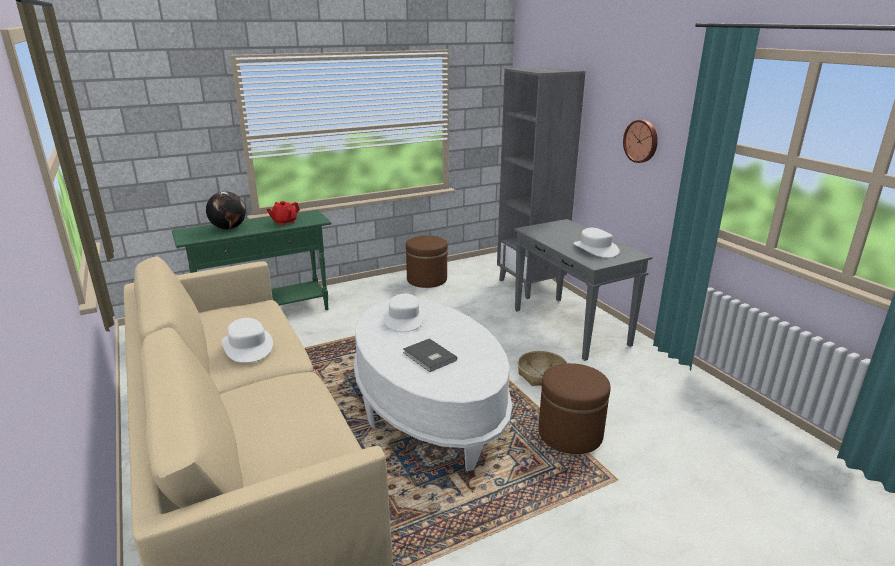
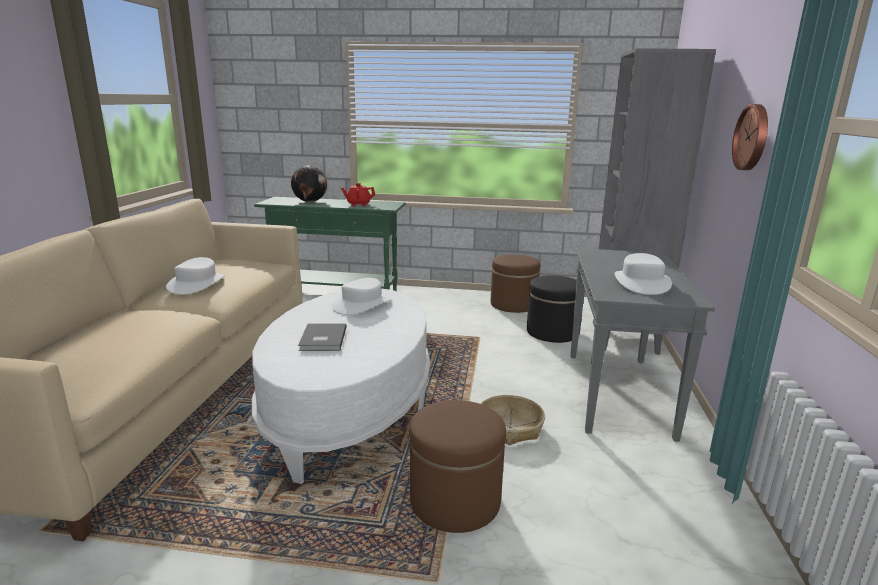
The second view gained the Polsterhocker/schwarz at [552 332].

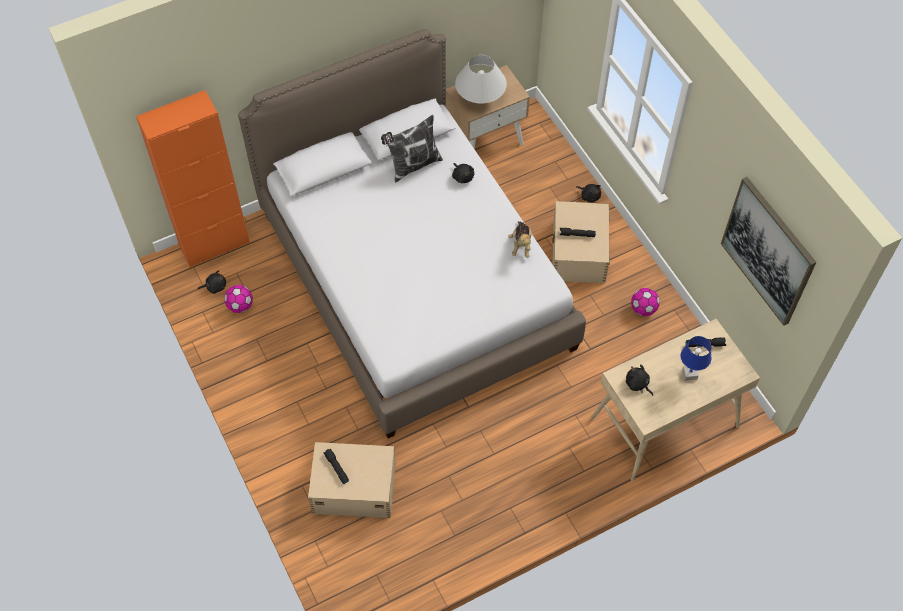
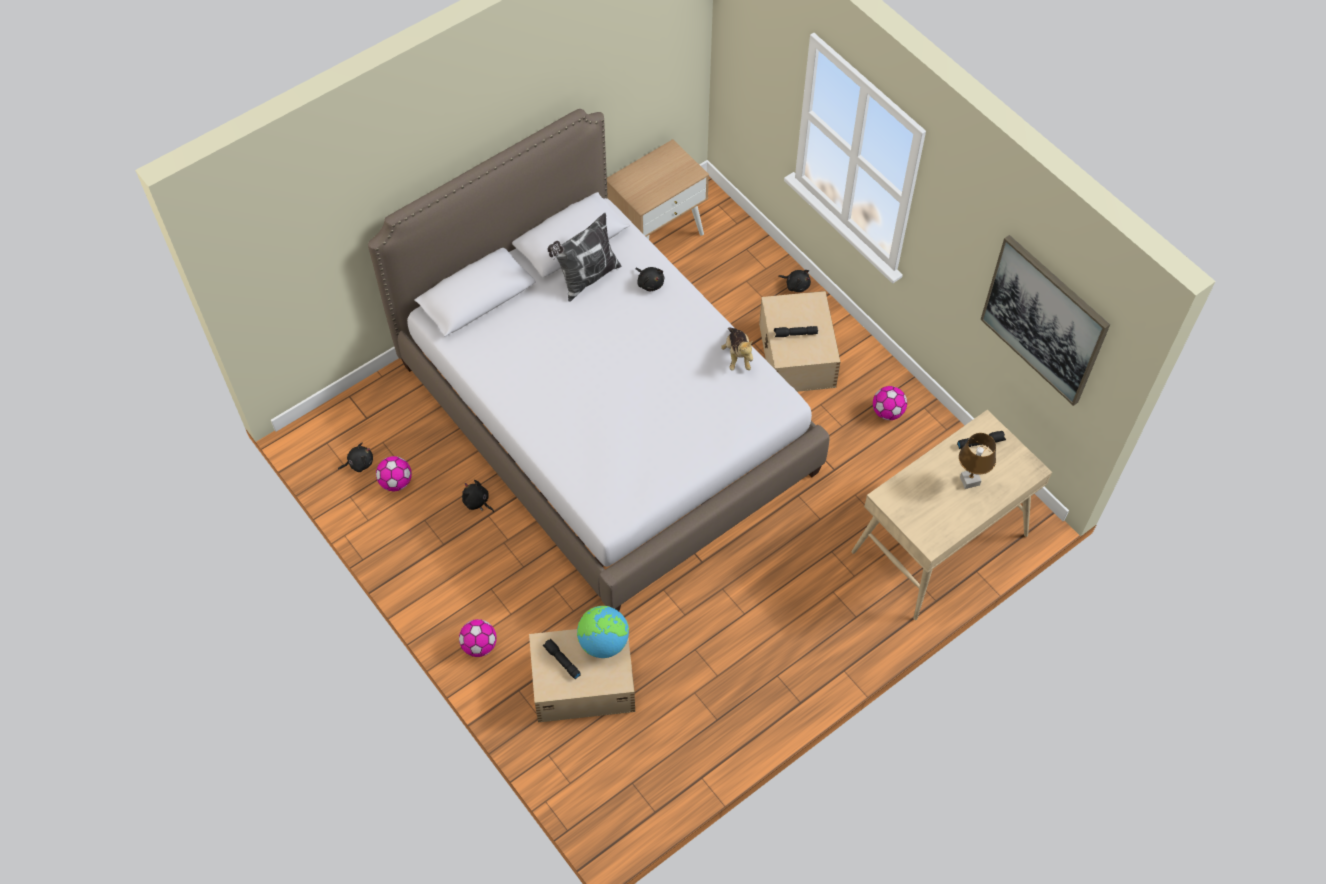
The second view lost the Schrank/orange at [214 244].
The second view lost the Tischlampe/weiß at [480 97].
The Plüschtier/schwarz ended up elsewhere, having gone from [637 384] to [477 502].
What was the Tischlampe/blau at [689 375] turned into the Tischlampe/braun at [969 481].
The second view gained the Fußball at [479 645].
The second view gained the Globus at [603 642].

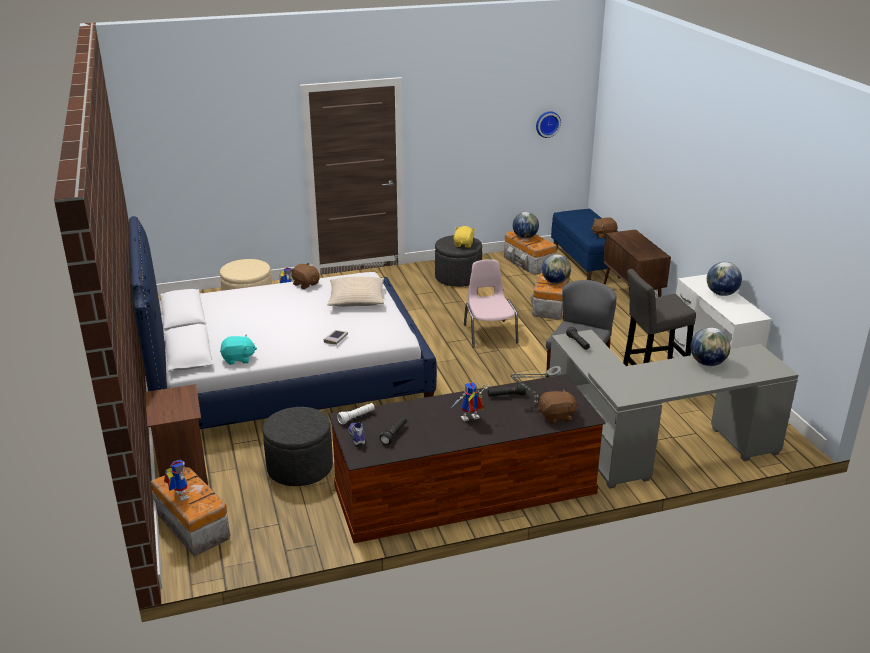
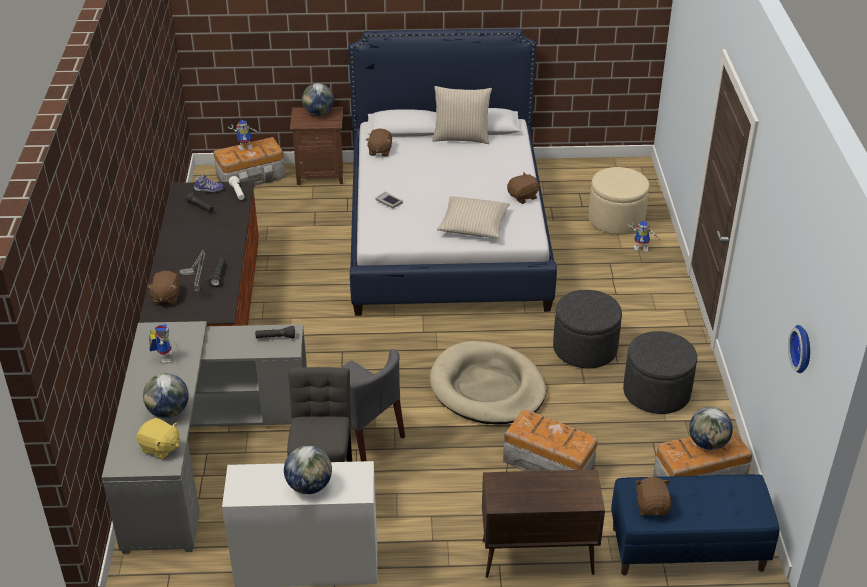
What was the Plüschtier/türkis at [238 359] turned into the Plüschtier/braun at [379 151].
The Polsterhocker/grau ended up elsewhere, having gone from [300 467] to [585 349].
The Spielzeugroboter ended up elsewhere, having gone from [469 420] to [164 357].
The Plüschtier/gelb ended up elsewhere, having gone from [464 244] to [160 448].
Where the Stuhl/rosa stood at [489 333], the Hundebett/beige came to stand at [487 388].
The Globus ended up elsewhere, having gone from [555 282] to [318 113].
The second view gained the Kissen/beige at [461 137].

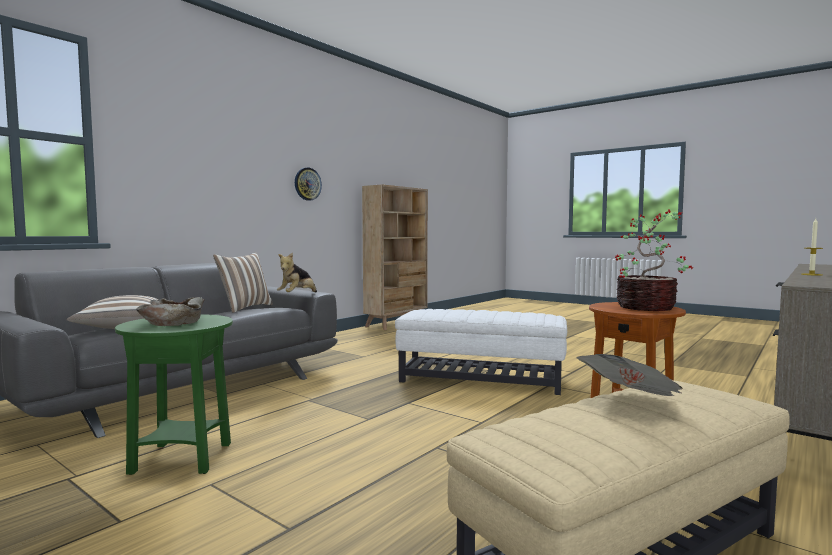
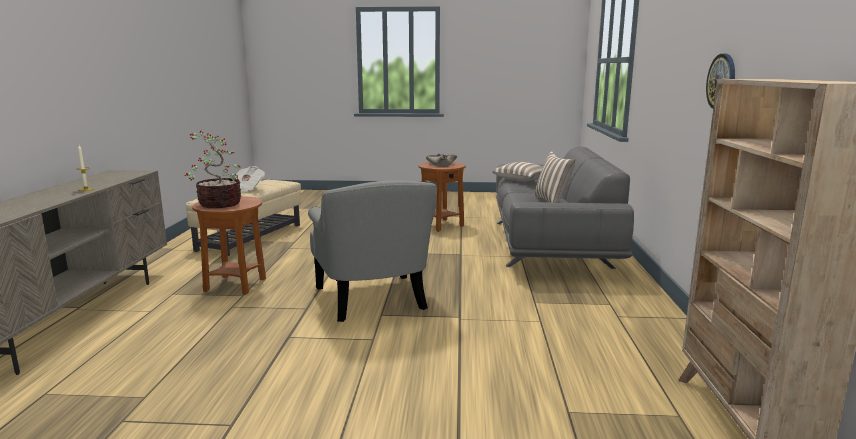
What was the Beistelltisch/grün at [181 459] turned into the Beistelltisch/braun at [441 225].
The second view lost the Plüschtier at [297 295].
Where the Polsterhocker/weiß stood at [480 380], the Sessel/grau came to stand at [373 298].

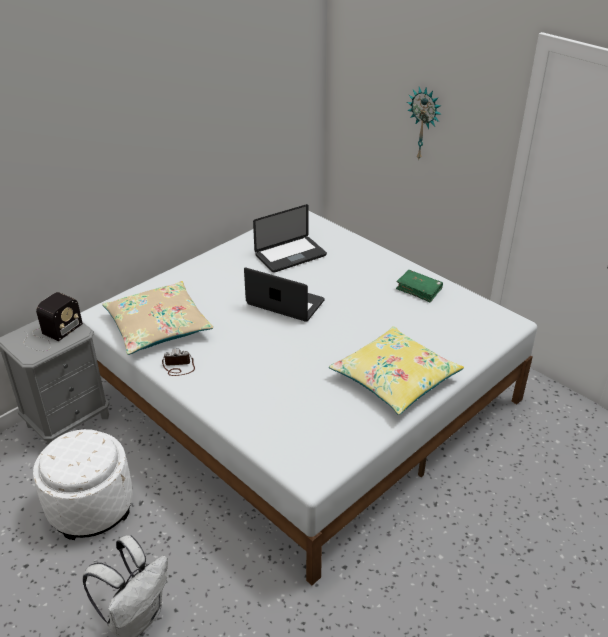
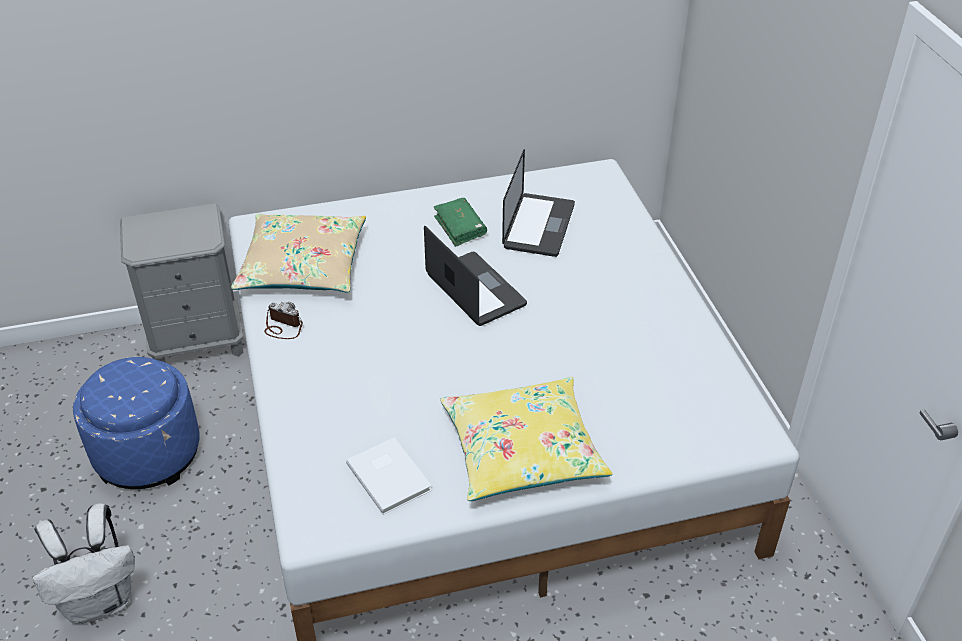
The second view lost the Radio at [51 334].
What was the Polsterhocker/weiß at [90 507] turned into the Polsterhocker/blau at [147 453].
The Laptop at [290 255] ended up facing another way, 75 degrees counterclockwise from before.
The Buch/grün ended up elsewhere, having gone from [419 290] to [460 227].
The second view lost the Wanduhr at [424 123].
The second view gained the Buch/weiß at [390 476].

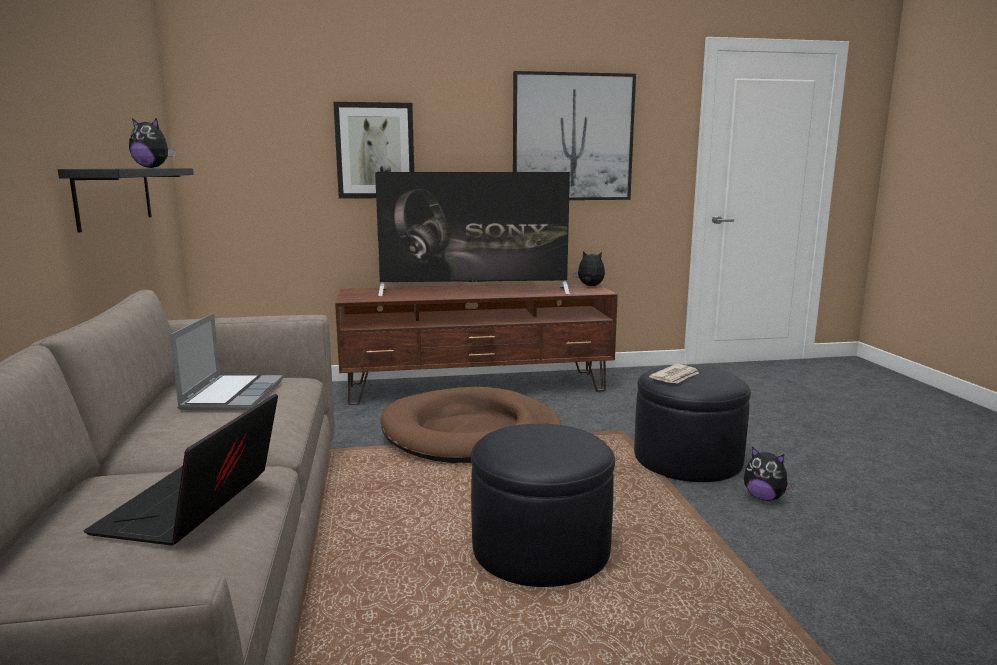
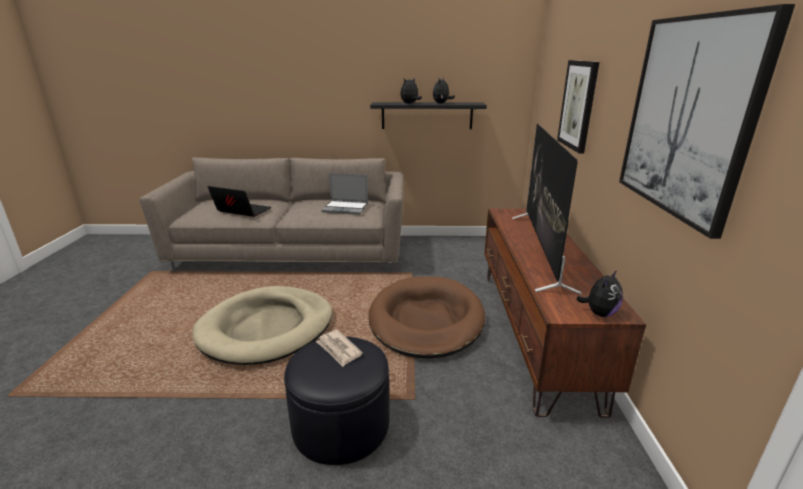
Where the Polsterhocker/schwarz stood at [540 547], the Hundebett/beige came to stand at [267 328].
The Plüschtier ended up elsewhere, having gone from [764 497] to [410 104].

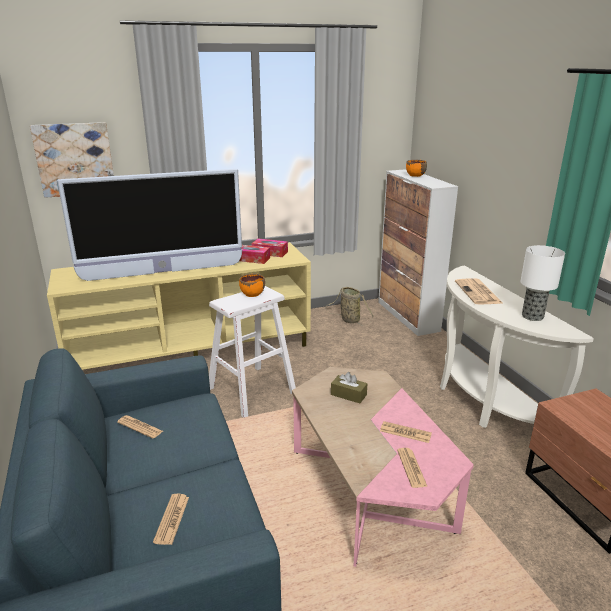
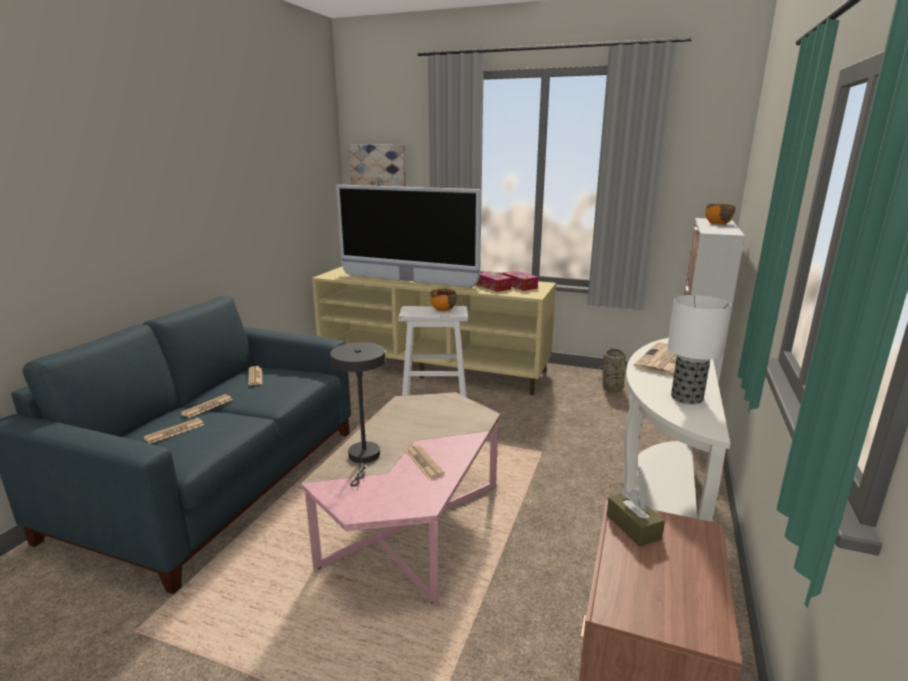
The Taschentuchbox/braun ended up elsewhere, having gone from [348 395] to [633 527].
The Zeitung ended up elsewhere, having gone from [411 468] to [207 406].
The second view gained the Tischlampe/grau at [364 458].

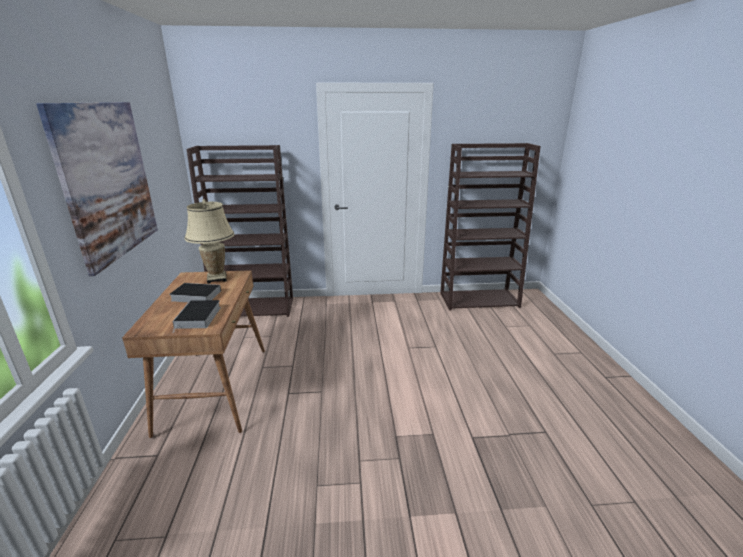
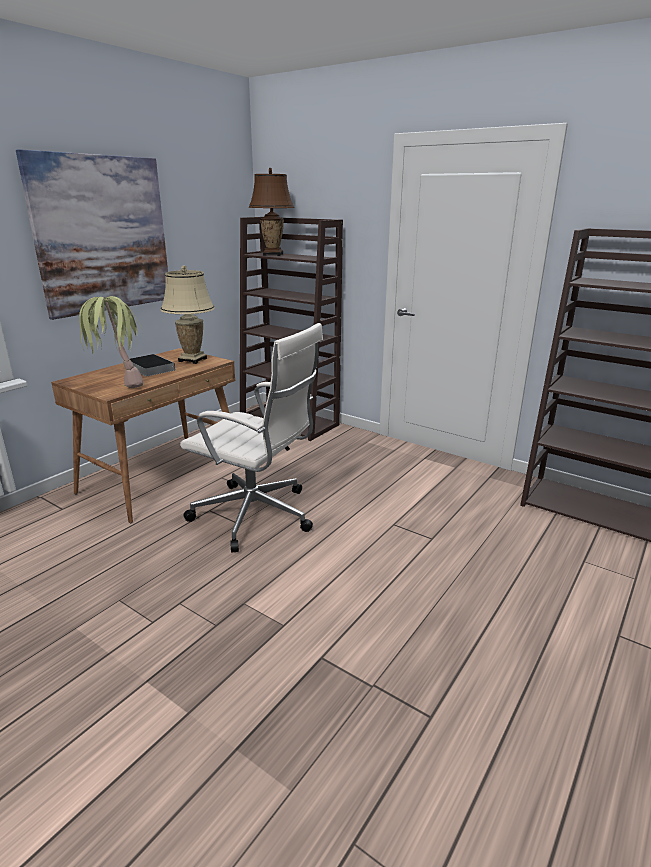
Where the Buch stood at [198 318], the Topfpflanze came to stand at [118 385].
The second view gained the Bürostuhl/weiß at [256 516].
The second view gained the Tischlampe/braun at [273 254].

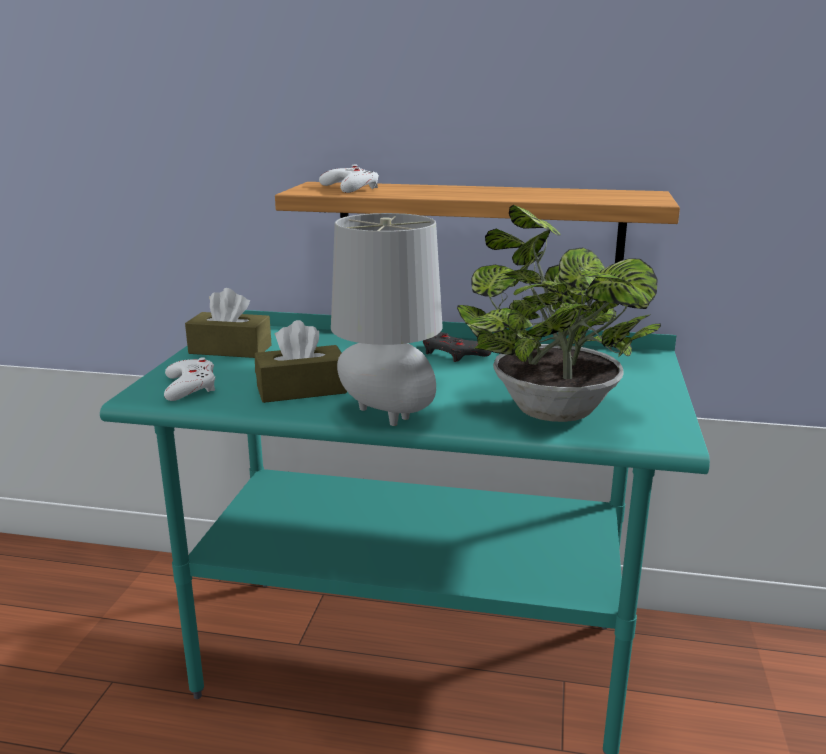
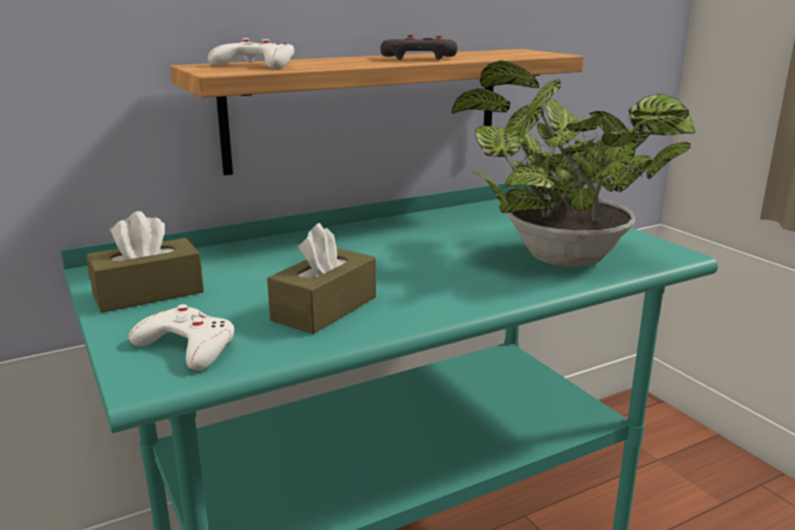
The second view lost the Tischlampe/grau at [388 416].
The Gamepad/grau ended up elsewhere, having gone from [453 353] to [419 58].

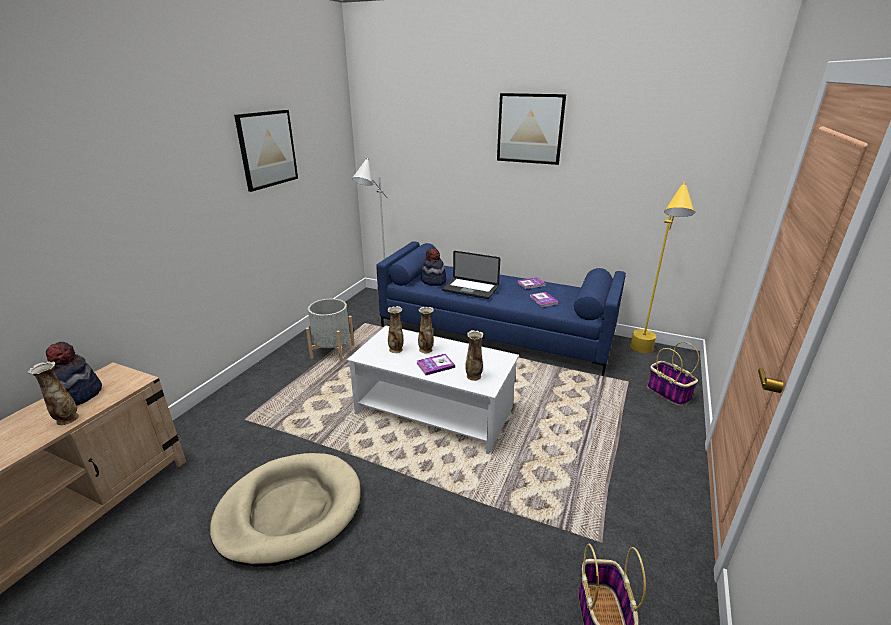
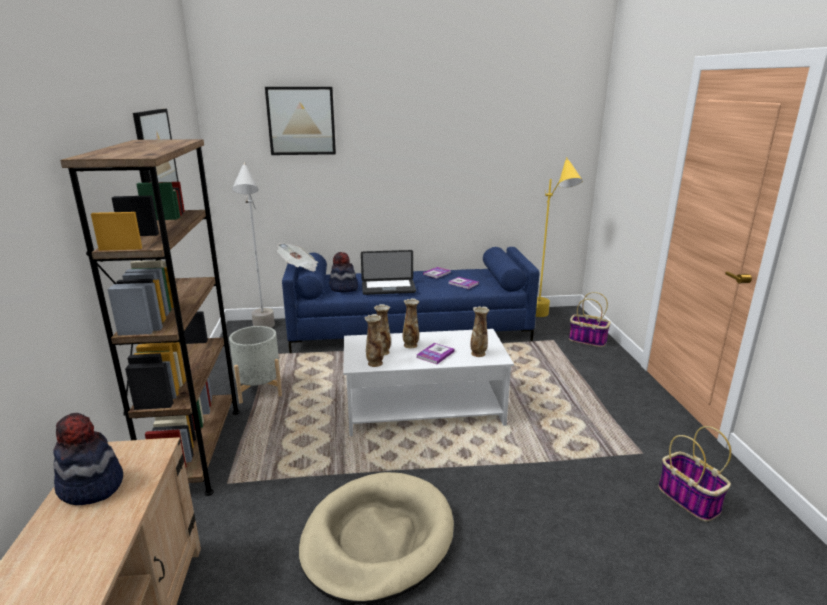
The Vase ended up elsewhere, having gone from [67 419] to [374 363].
The Bild ended up elsewhere, having gone from [530 128] to [301 121].
The second view gained the Bücherregal/braun at [196 450].
The second view gained the Zeitung at [299 267].

